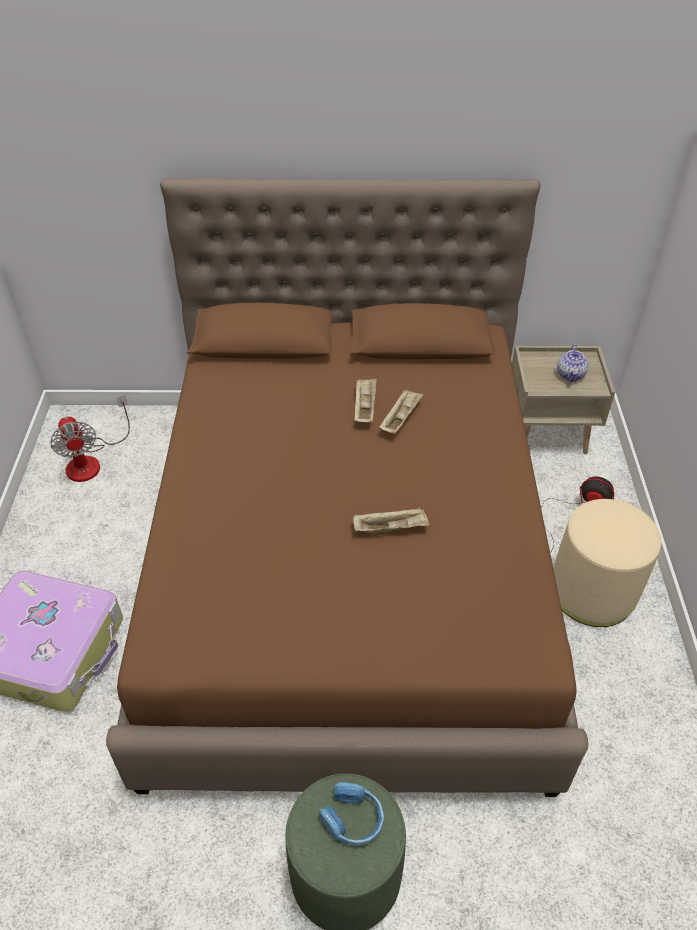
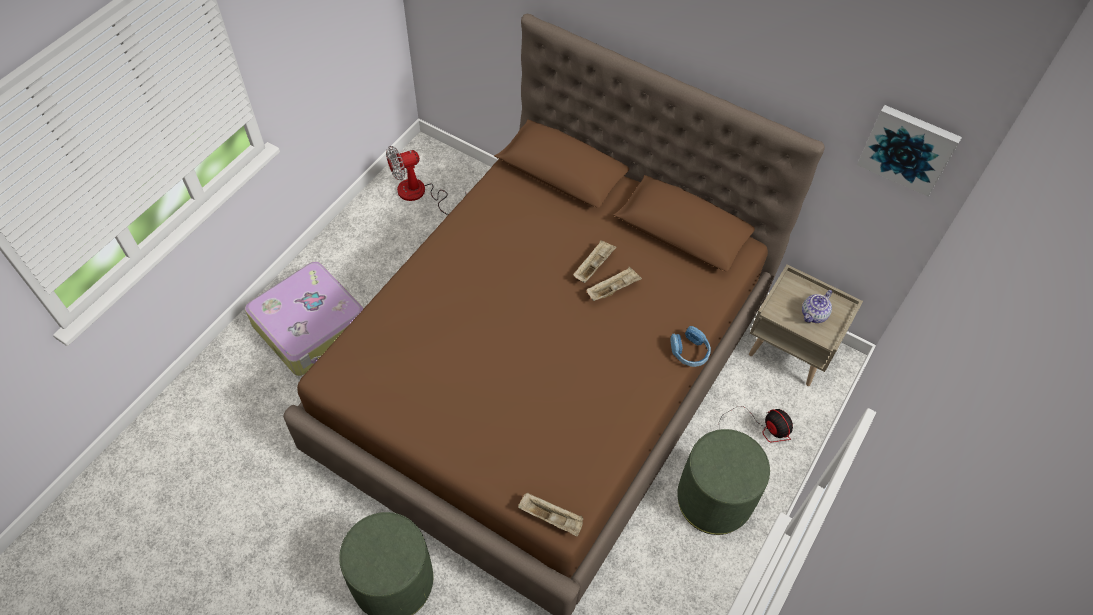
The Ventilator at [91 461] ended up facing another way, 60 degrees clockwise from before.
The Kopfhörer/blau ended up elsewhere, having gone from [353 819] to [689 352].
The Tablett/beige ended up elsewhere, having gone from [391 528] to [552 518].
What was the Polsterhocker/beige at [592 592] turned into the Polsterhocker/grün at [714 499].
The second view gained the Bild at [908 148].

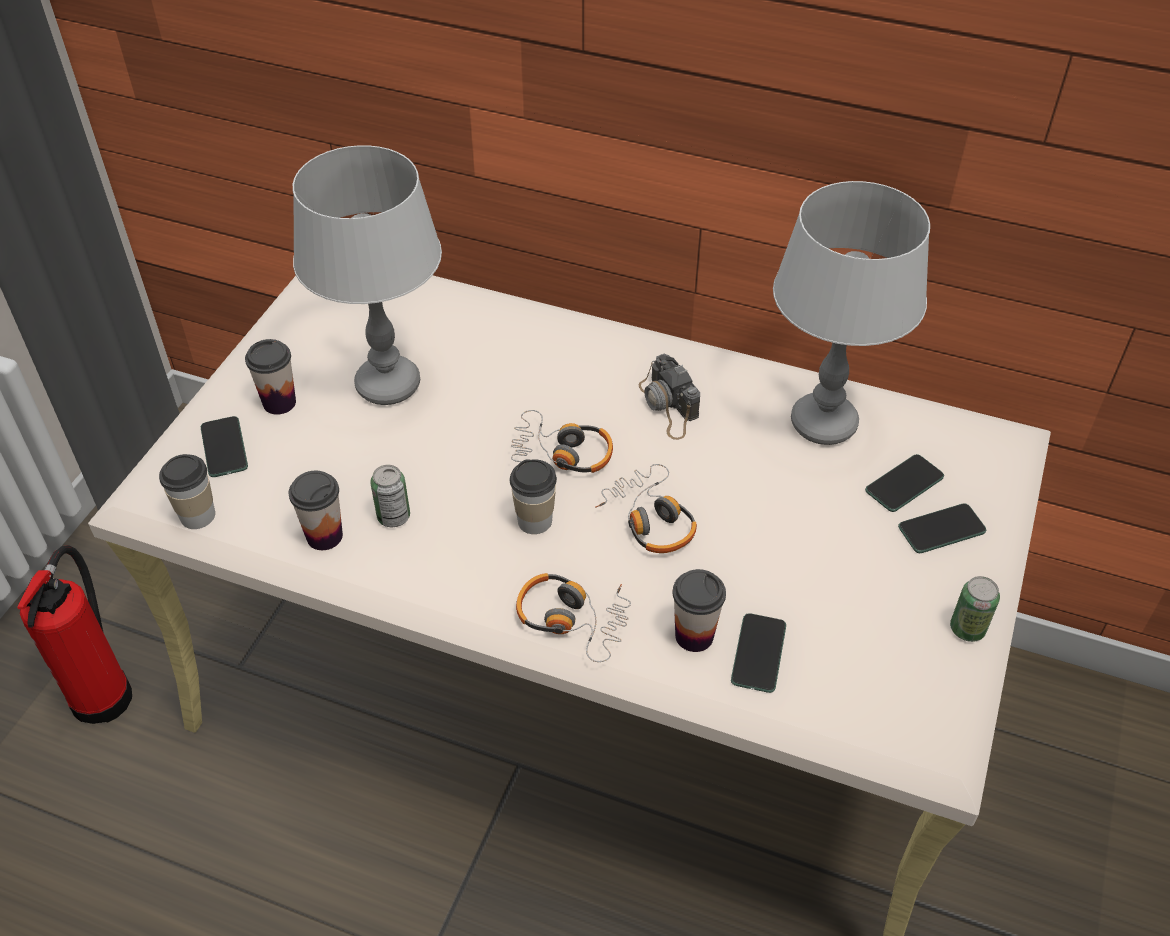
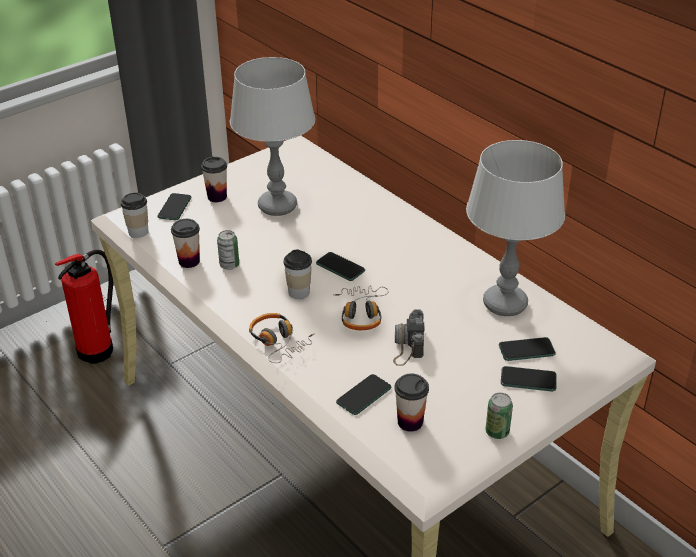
Where the Kopfhörer stood at [561 454], the Handy came to stand at [340 267].
The Kamera ended up elsewhere, having gone from [668 406] to [408 344].
The Tasse ended up elsewhere, having gone from [694 636] to [410 422].

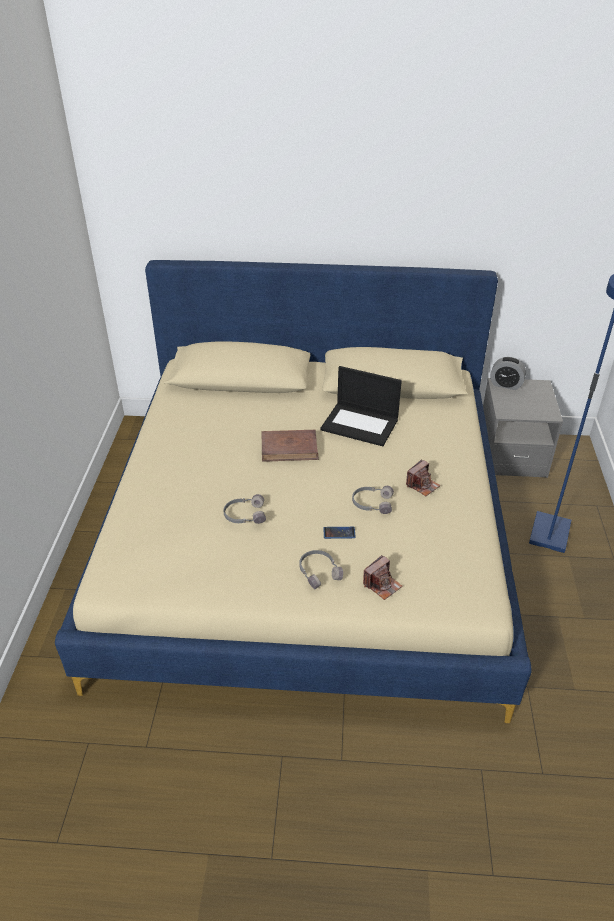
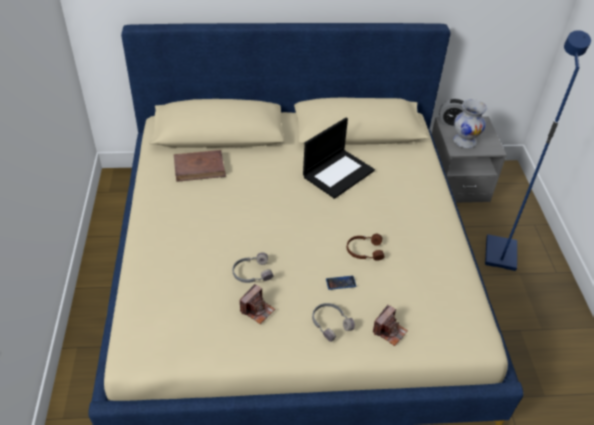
The Buch/braun ended up elsewhere, having gone from [289 448] to [199 168].
The Laptop at [360 424] ended up facing another way, 60 degrees counterclockwise from before.
What was the Kopfhörer/grau at [372 503] turned into the Kopfhörer/braun at [364 250].
The Kamera ended up elsewhere, having gone from [422 485] to [257 310].
The second view gained the Vase/weiß at [464 141].

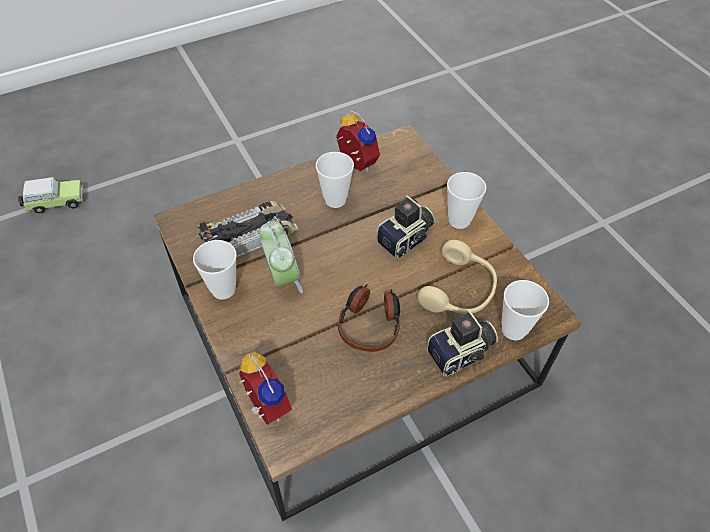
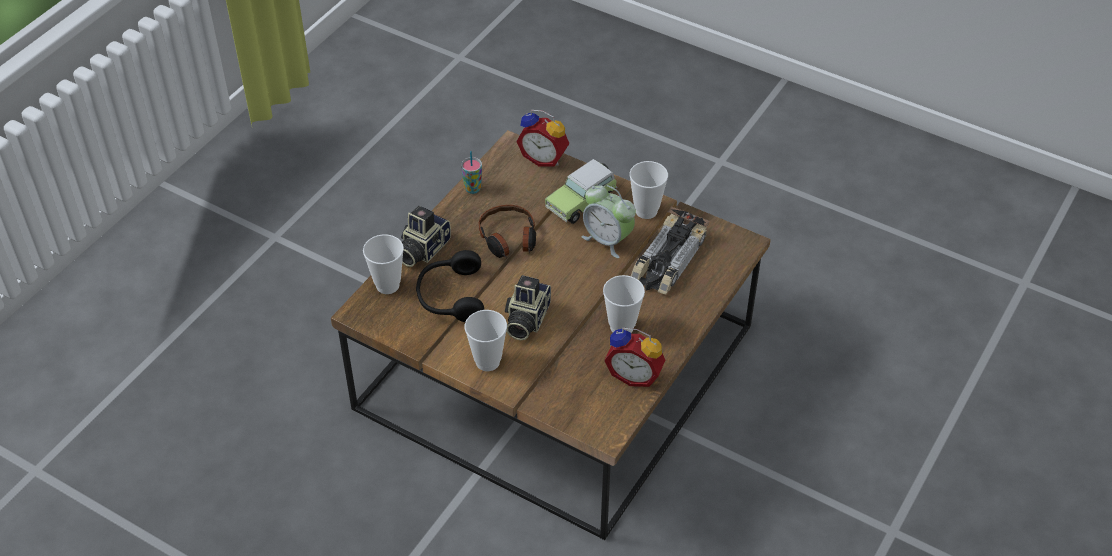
The Spielzeugauto ended up elsewhere, having gone from [55 203] to [582 202].
What was the Kopfhörer/beige at [460 290] turned into the Kopfhörer/schwarz at [450 296].
The second view gained the Tasse at [472 188].

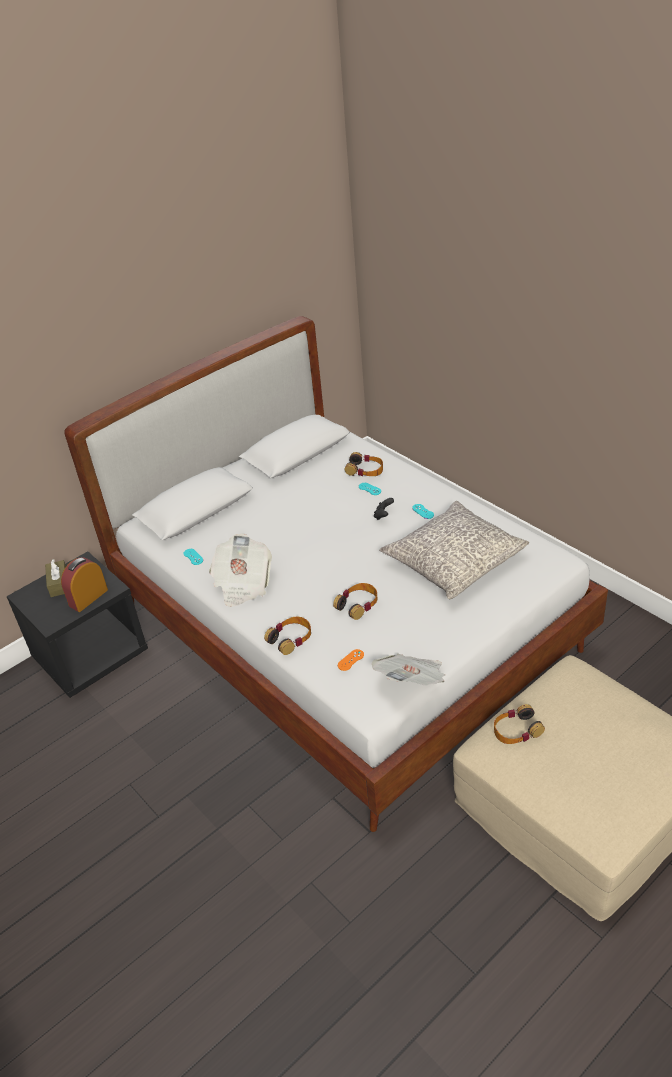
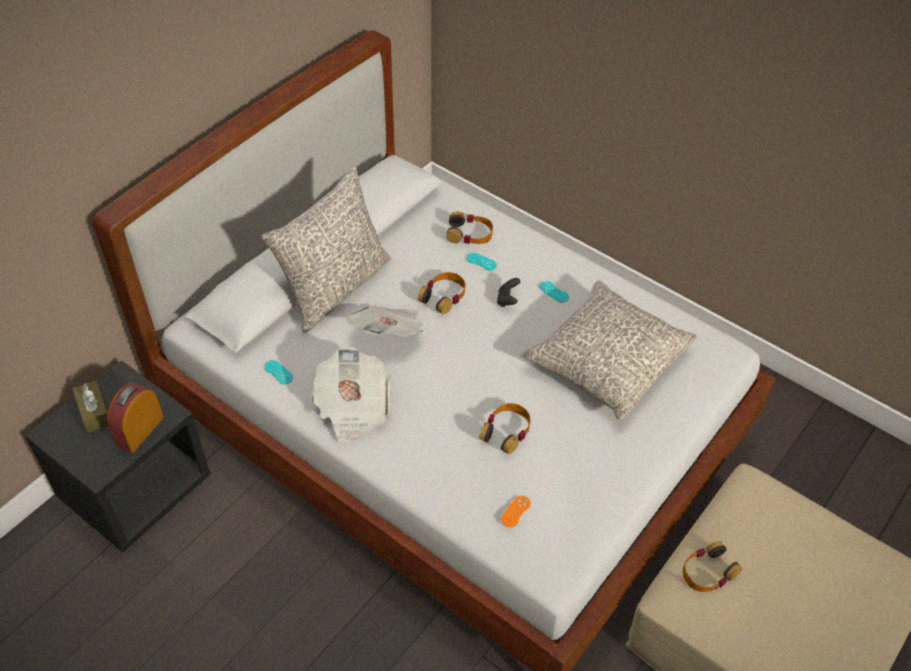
The Kopfhörer ended up elsewhere, having gone from [290 638] to [443 296].
The Zeitung ended up elsewhere, having gone from [412 682] to [388 333].
The second view gained the Kissen/grau at [335 287].

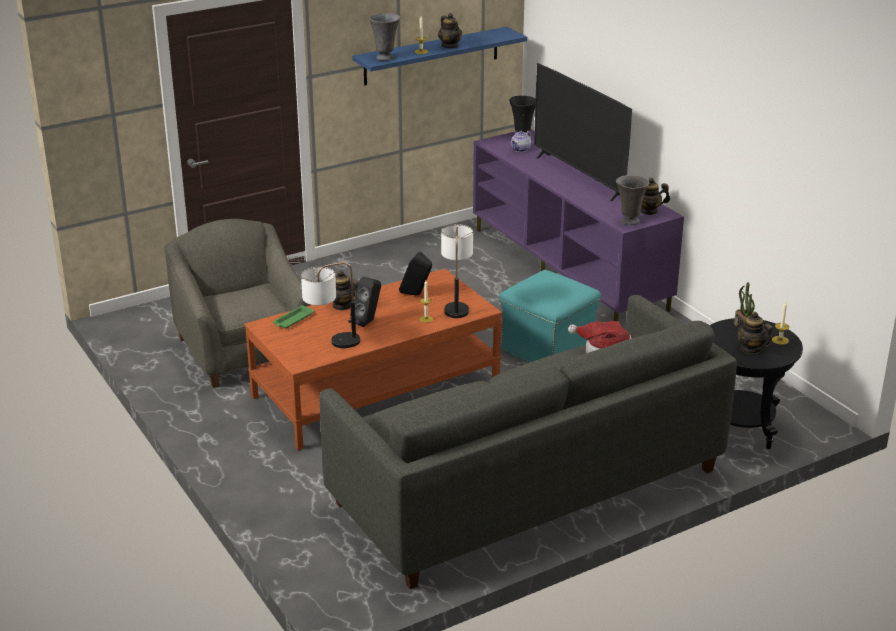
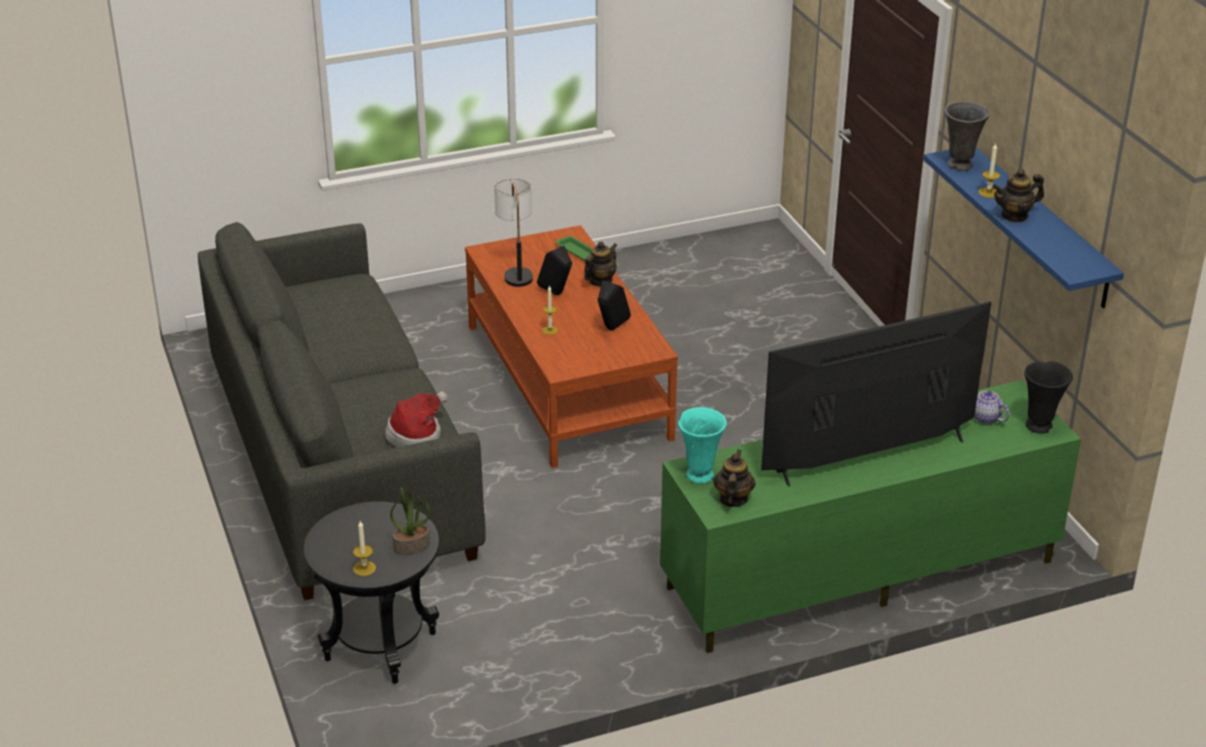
The second view lost the Sessel/grau at [244 352].
The second view lost the Tischlampe at [456 304].
What was the Fernsehschrank/lila at [568 268] turned into the Fernsehschrank/grün at [859 575].
The second view lost the Polsterhocker/türkis at [548 350].
What was the Vase/grau at [629 221] turned into the Vase/türkis at [700 474].
The second view lost the Teekanne at [750 349].

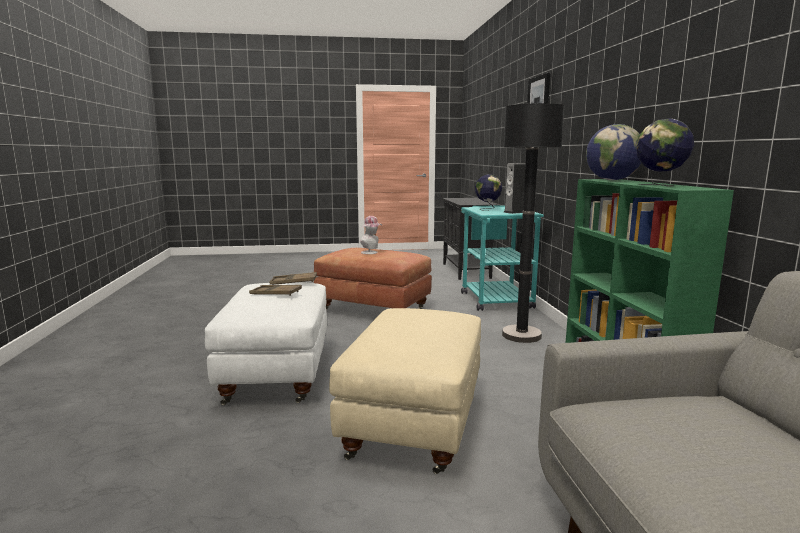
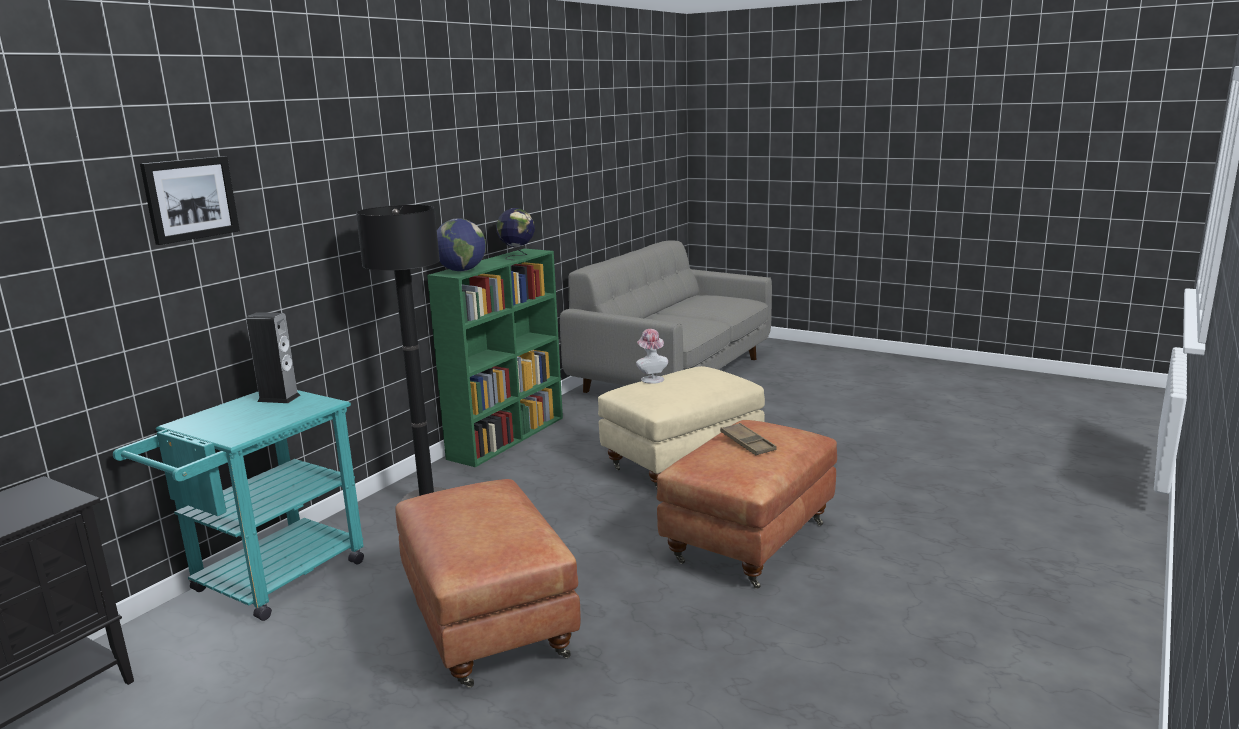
What was the Polsterhocker/weiß at [278 376] turned into the Polsterhocker/braun at [748 541].
The second view lost the Tablett/braun at [293 282].
The Hut ended up elsewhere, having gone from [371 252] to [651 378].
The second view lost the Globus at [487 209].

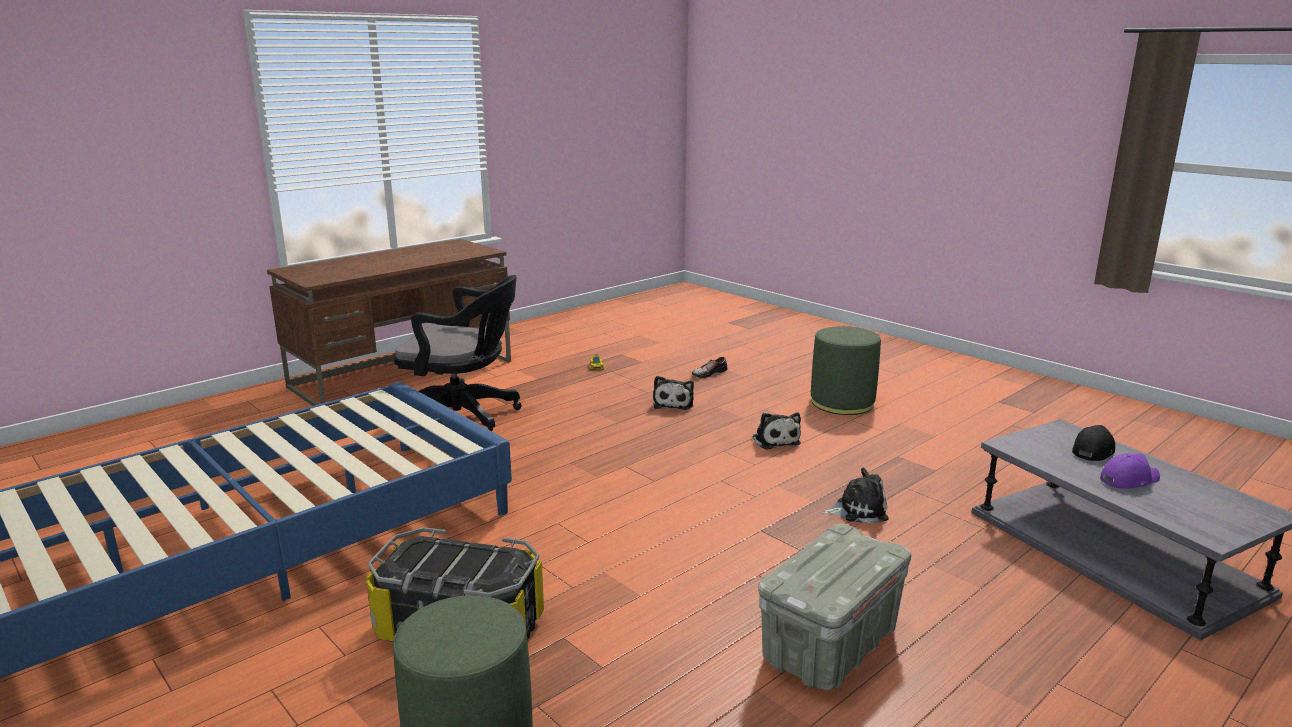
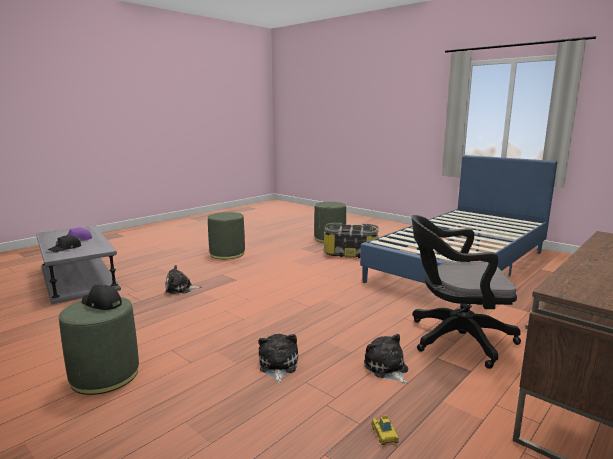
The second view lost the Schuh at [708 373].
The Plüschtier ended up elsewhere, having gone from [775 440] to [386 368].
Where the Aufbewahrungsbox/grau stood at [830 645], the Polsterhocker/grün came to stand at [227 254].
The second view gained the Kappe/schwarz at [101 304].

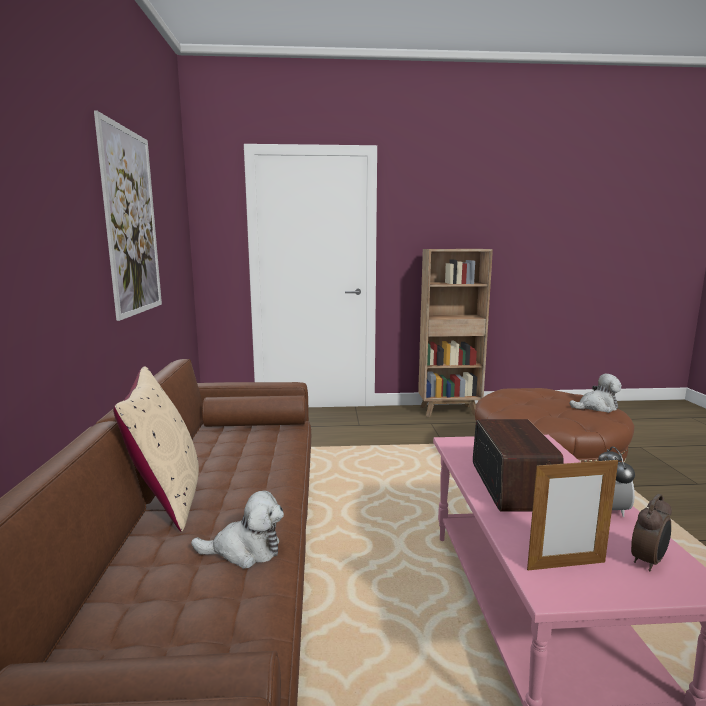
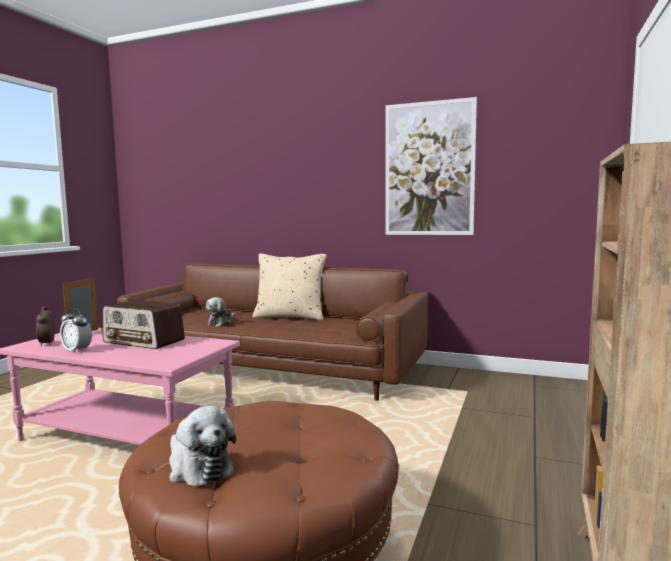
The Plüschtier at [596 407] ended up facing another way, 60 degrees counterclockwise from before.

